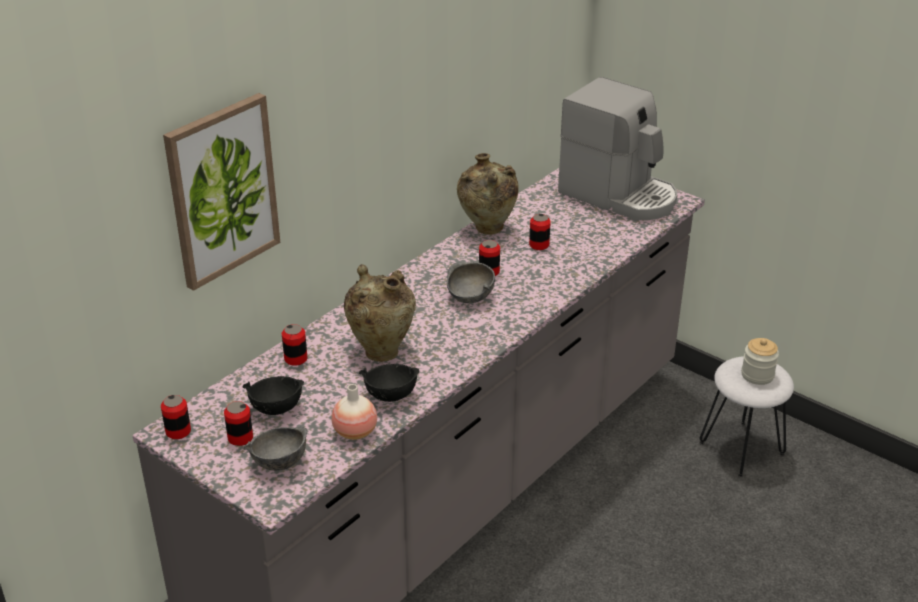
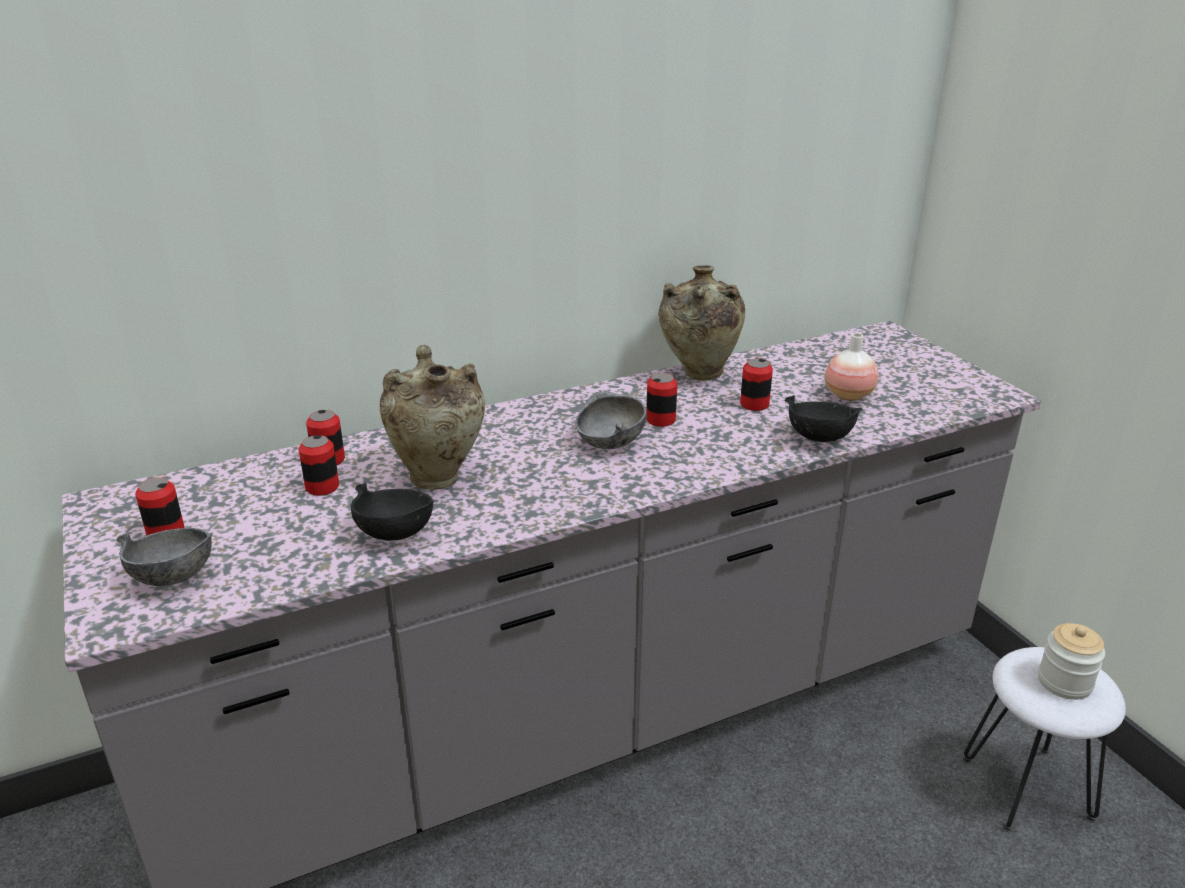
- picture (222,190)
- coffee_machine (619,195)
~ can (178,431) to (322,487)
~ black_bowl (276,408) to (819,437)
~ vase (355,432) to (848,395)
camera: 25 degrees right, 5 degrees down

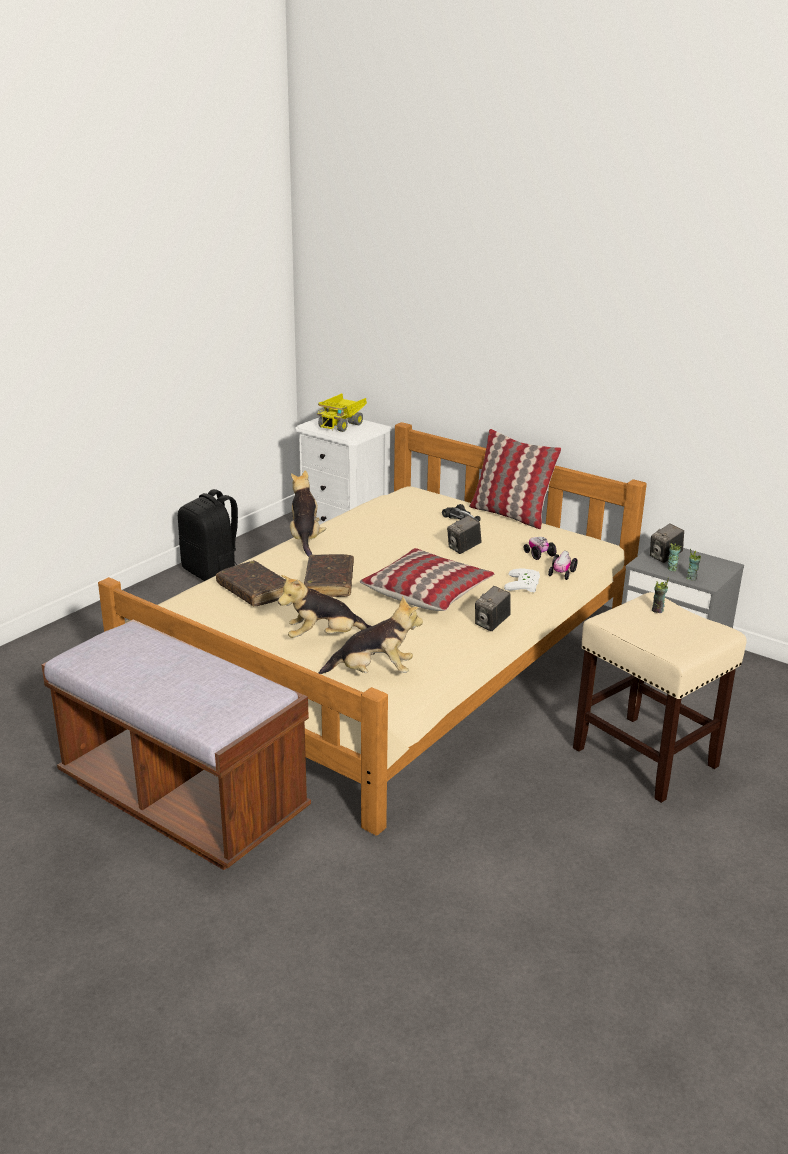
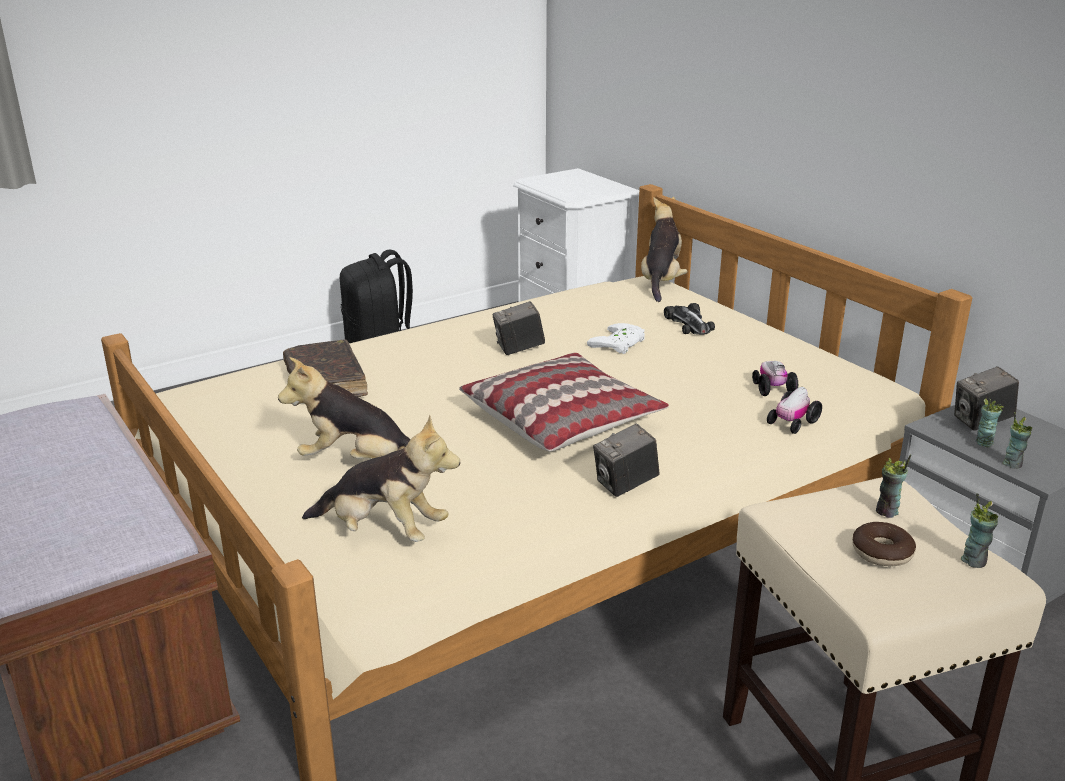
- brown_book (329,583)
- toy_truck (342,425)
- pillow (510,515)
+ donut (881,552)
+ cup (974,560)
~ plush_toy (305,539) to (661,282)
~ photo_camera (463,549) to (519,349)
~ white_game_controller (525,584) to (620,343)
camera: 20 degrees right, 0 degrees up

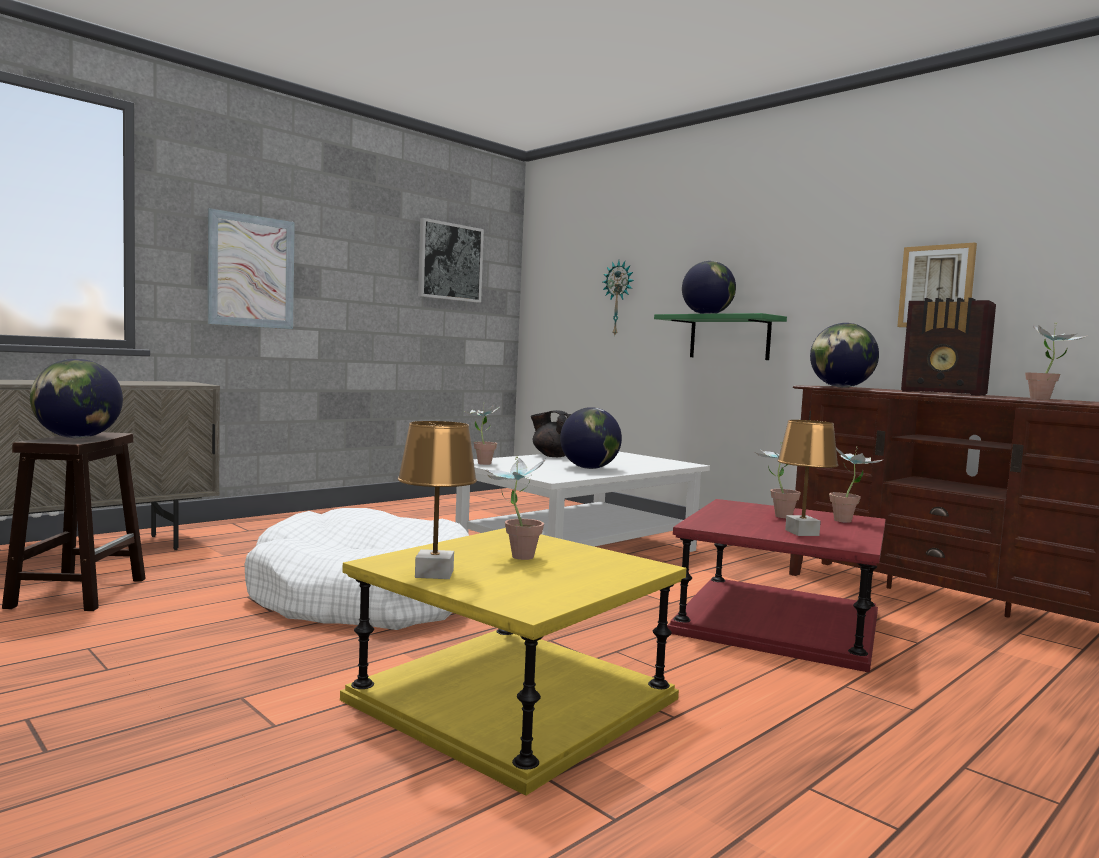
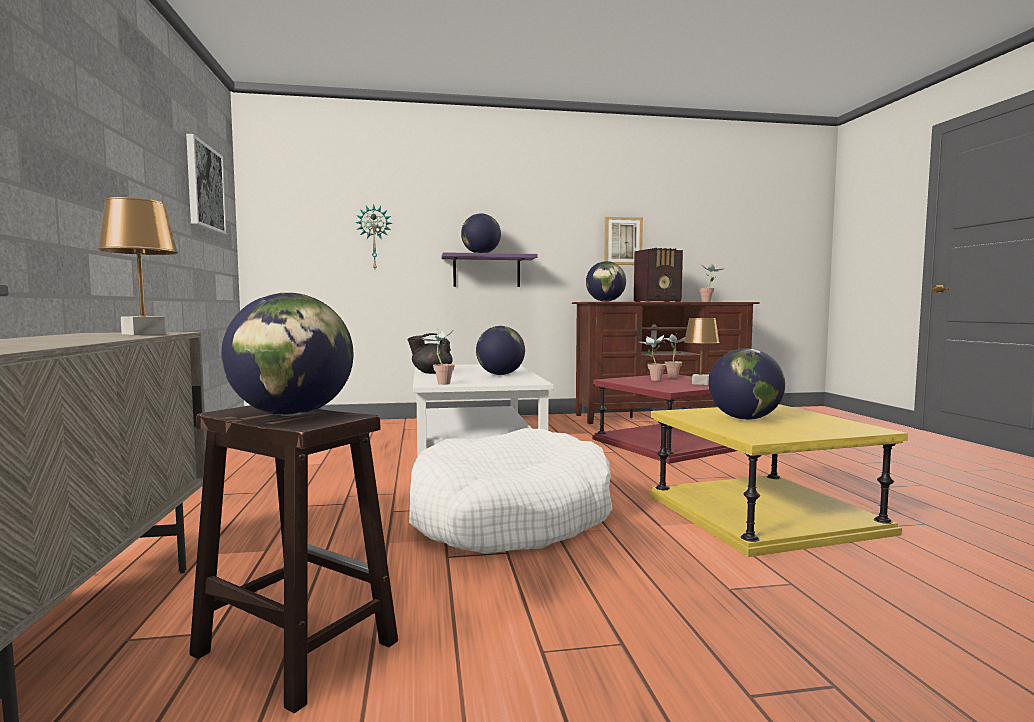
- picture (251,271)
~ brown_table_lamp (435,574) to (144,334)
~ potted_plant (514,556) to globe (745,418)
~ green_shelf (729,337) to purple_shelf (486,271)
camera: 55 degrees left, 0 degrees up

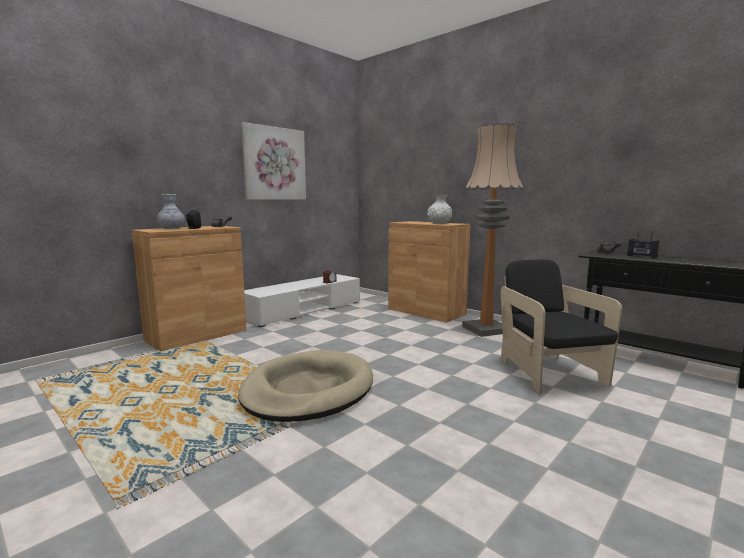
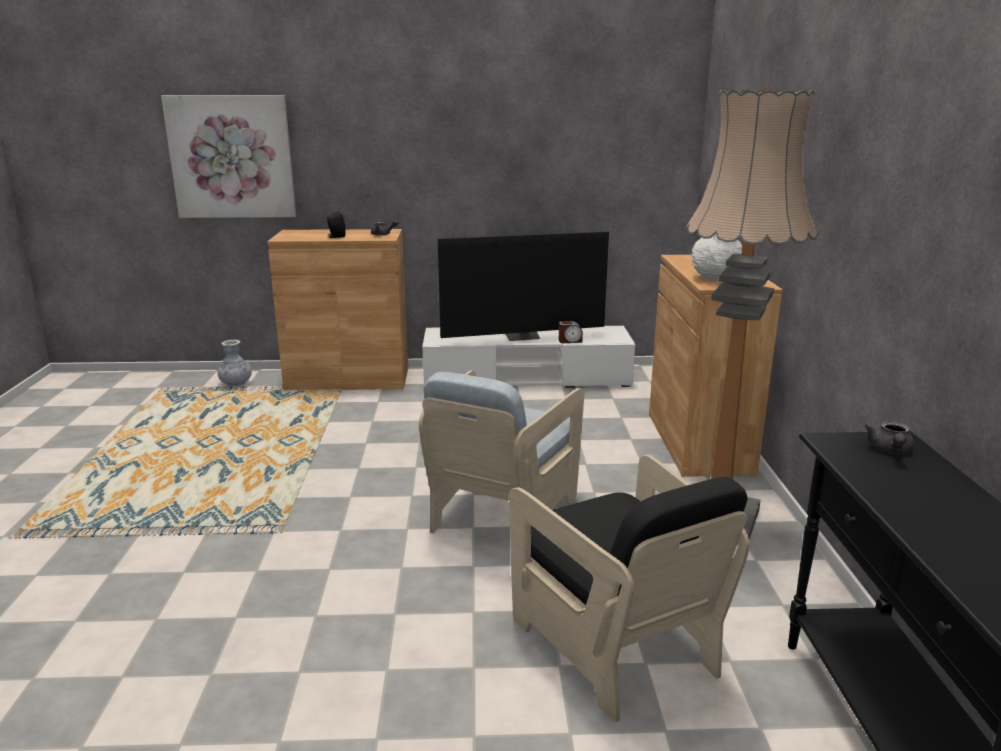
- beige_dog_bed (308,390)
- radio (641,256)
+ beige_armchair (502,511)
+ television (522,336)
~ vase (172,228) to (236,383)
~ picture (275,163) to (231,157)
~ black_armchair (549,373) = (615,643) 120 degrees clockwise
camera: 45 degrees right, 10 degrees up

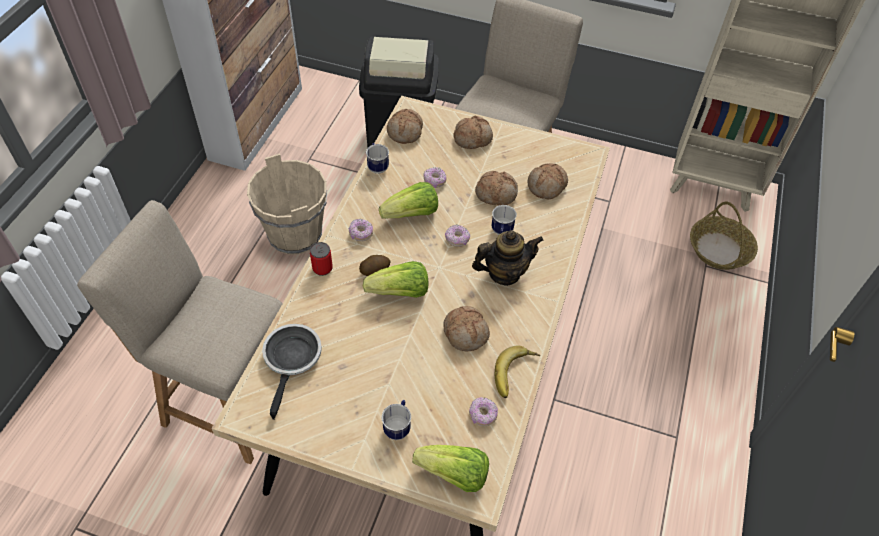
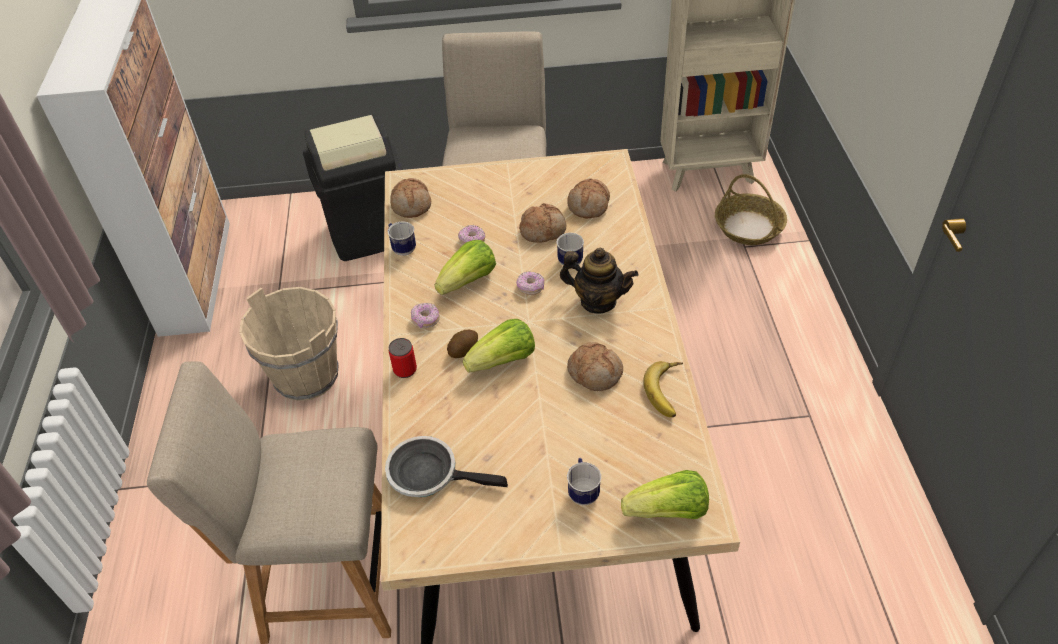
- bread (472,138)
- donut (482,415)
~ frying_pan (292,360) = (429,474) 60 degrees counterclockwise
~ teapot (504,273) = (598,301) 60 degrees clockwise
camera: 20 degrees left, 5 degrees down

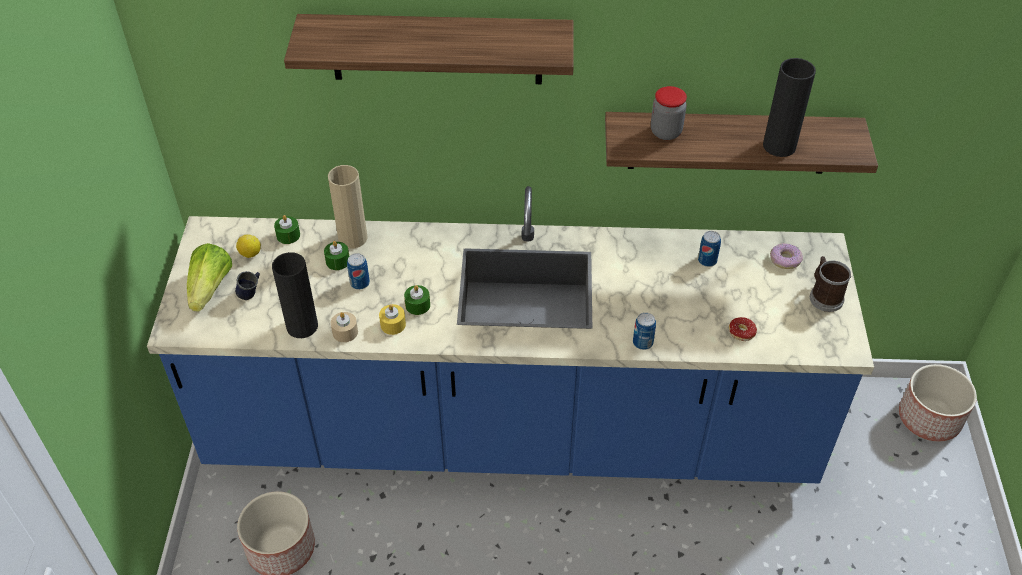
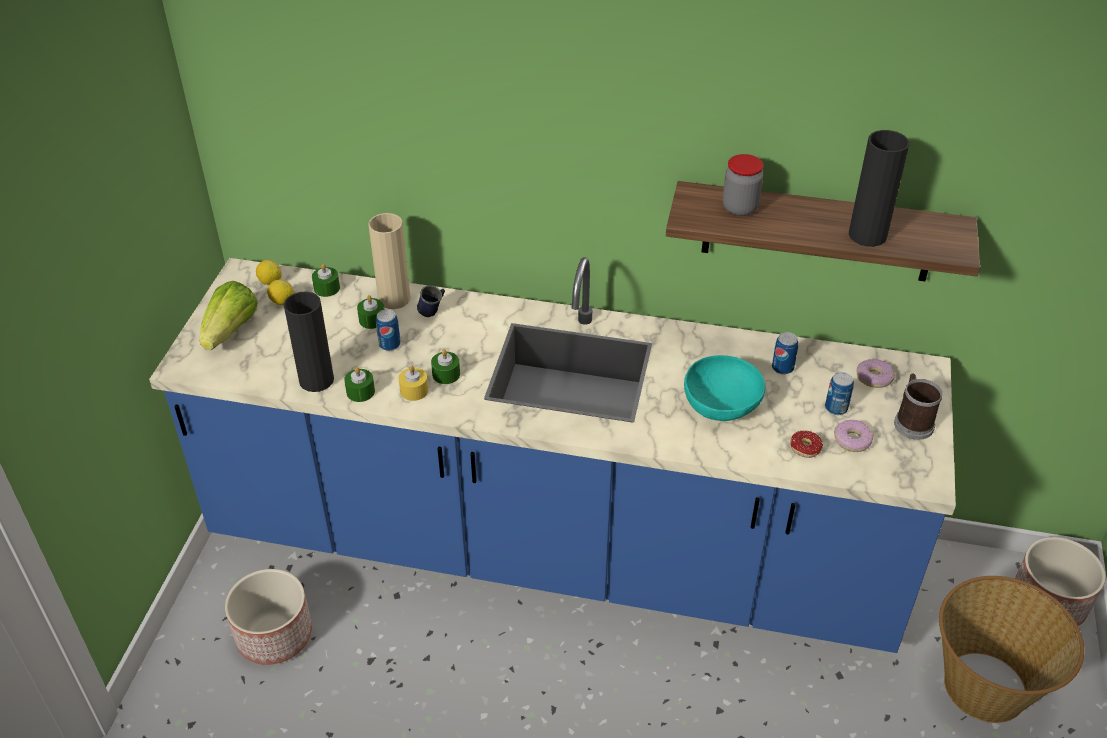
- shelf (436,49)
+ lemon (270,281)
+ turquoise_bowl (722,406)
+ donut (852,440)
+ basket (986,686)
~ blue_mug (251,293) to (433,311)
~ can (642,342) to (836,408)
~ beige_candle (345,332) to green_candle (360,392)
camera: 10 degrees right, 5 degrees down

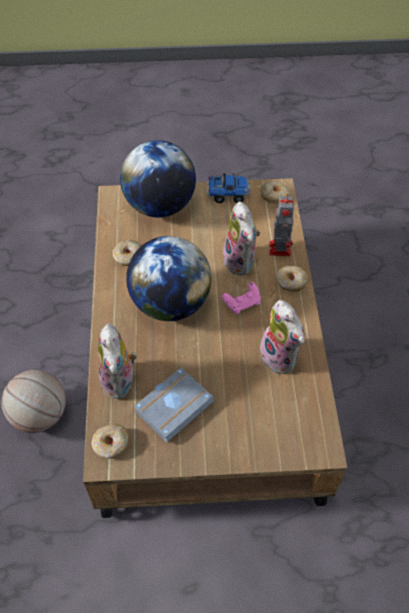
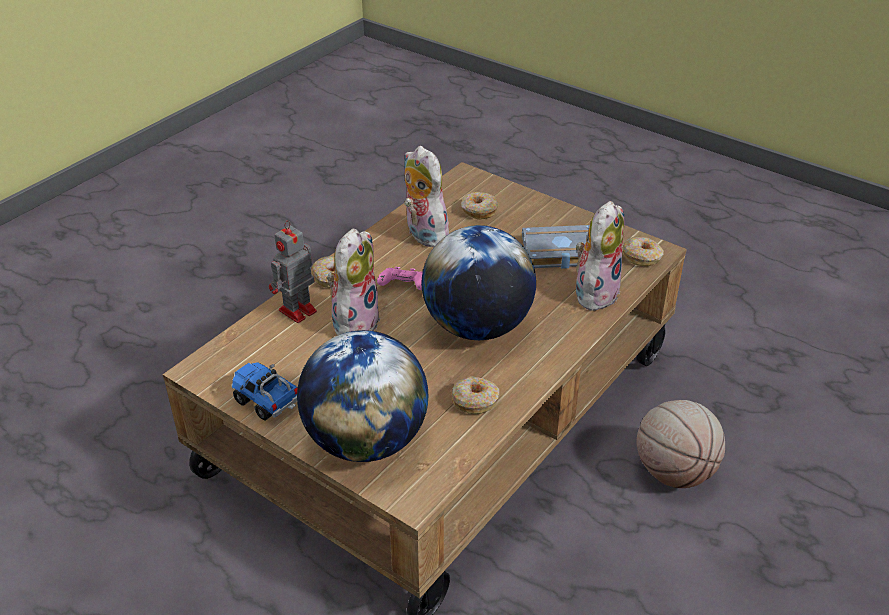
~ donut (274,196) to (478,211)
~ plush_toy (281,357) = (423,234) 45 degrees counterclockwise
camera: 140 degrees left, 15 degrees down

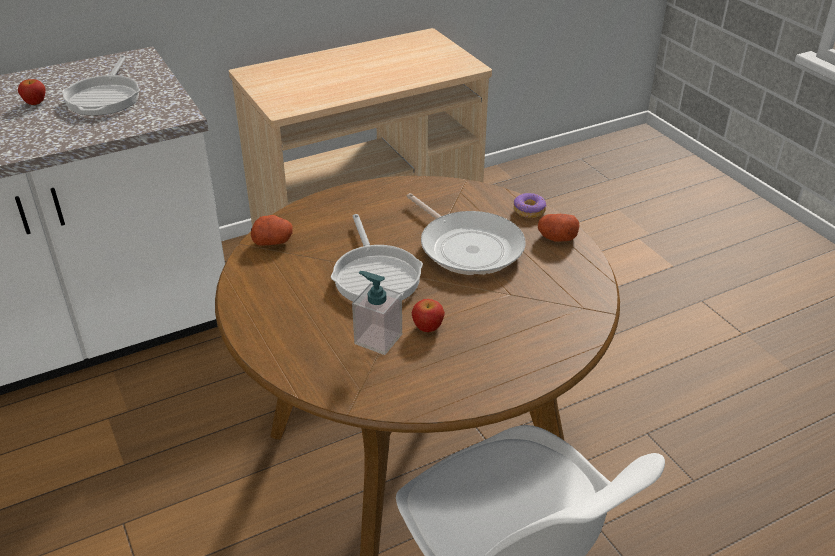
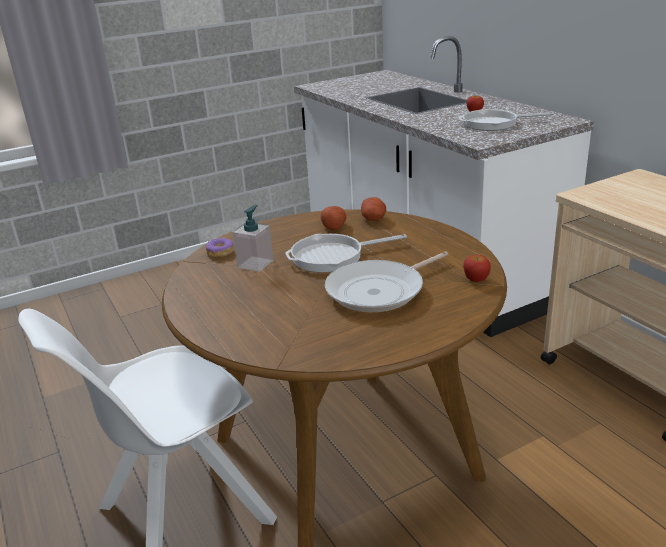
~ apple (427,327) to (476,279)
~ donut (529,211) to (220,252)
~ potato (556,238) to (334,226)
camera: 90 degrees right, 10 degrees down

